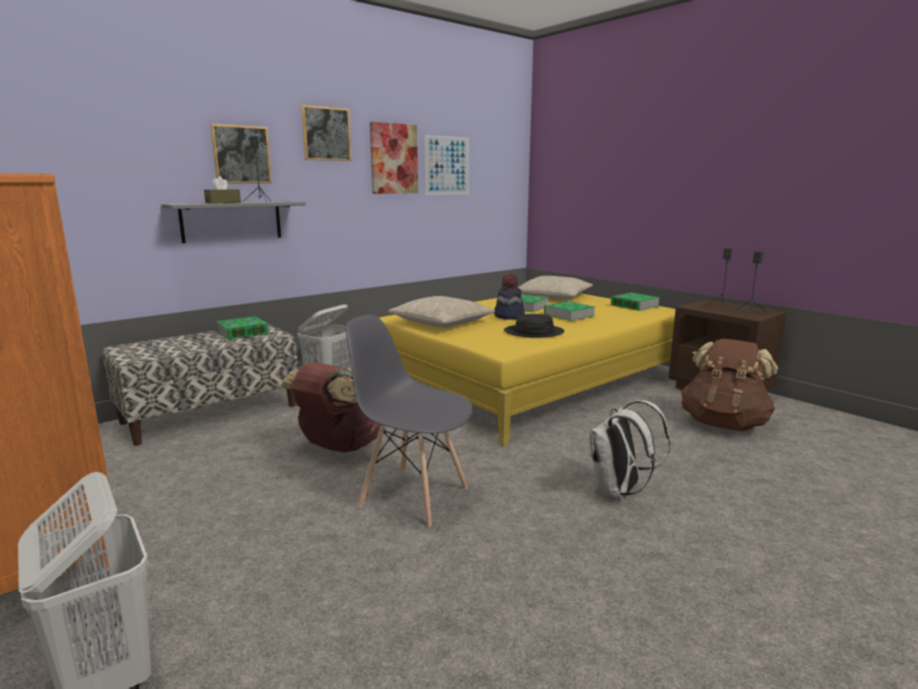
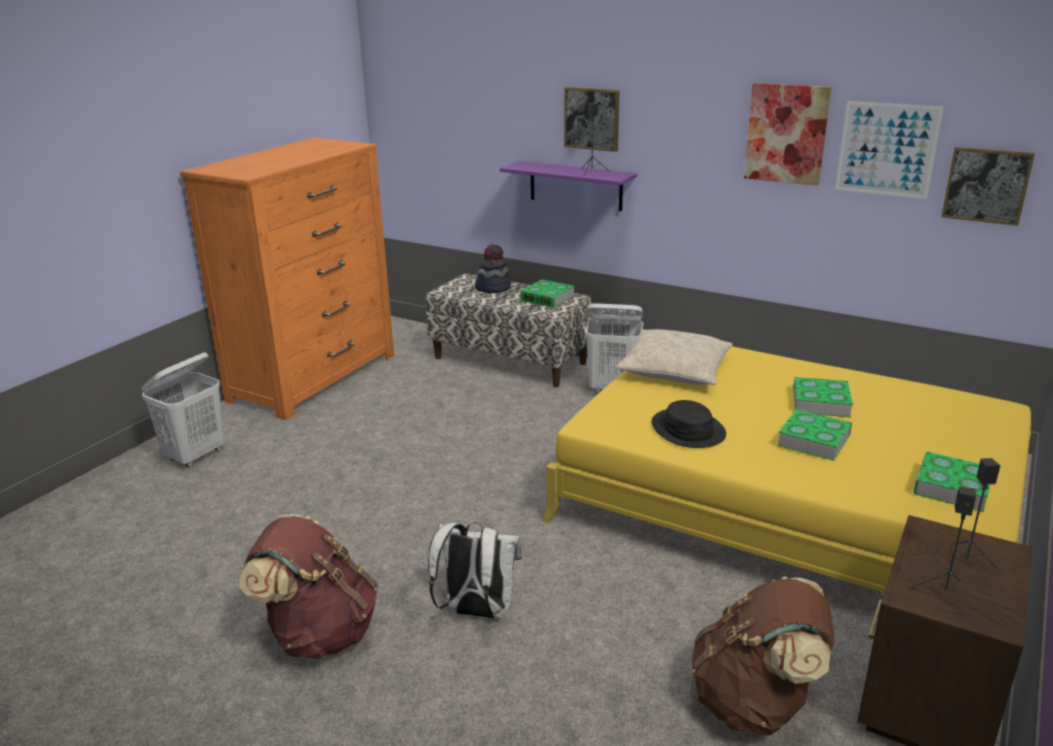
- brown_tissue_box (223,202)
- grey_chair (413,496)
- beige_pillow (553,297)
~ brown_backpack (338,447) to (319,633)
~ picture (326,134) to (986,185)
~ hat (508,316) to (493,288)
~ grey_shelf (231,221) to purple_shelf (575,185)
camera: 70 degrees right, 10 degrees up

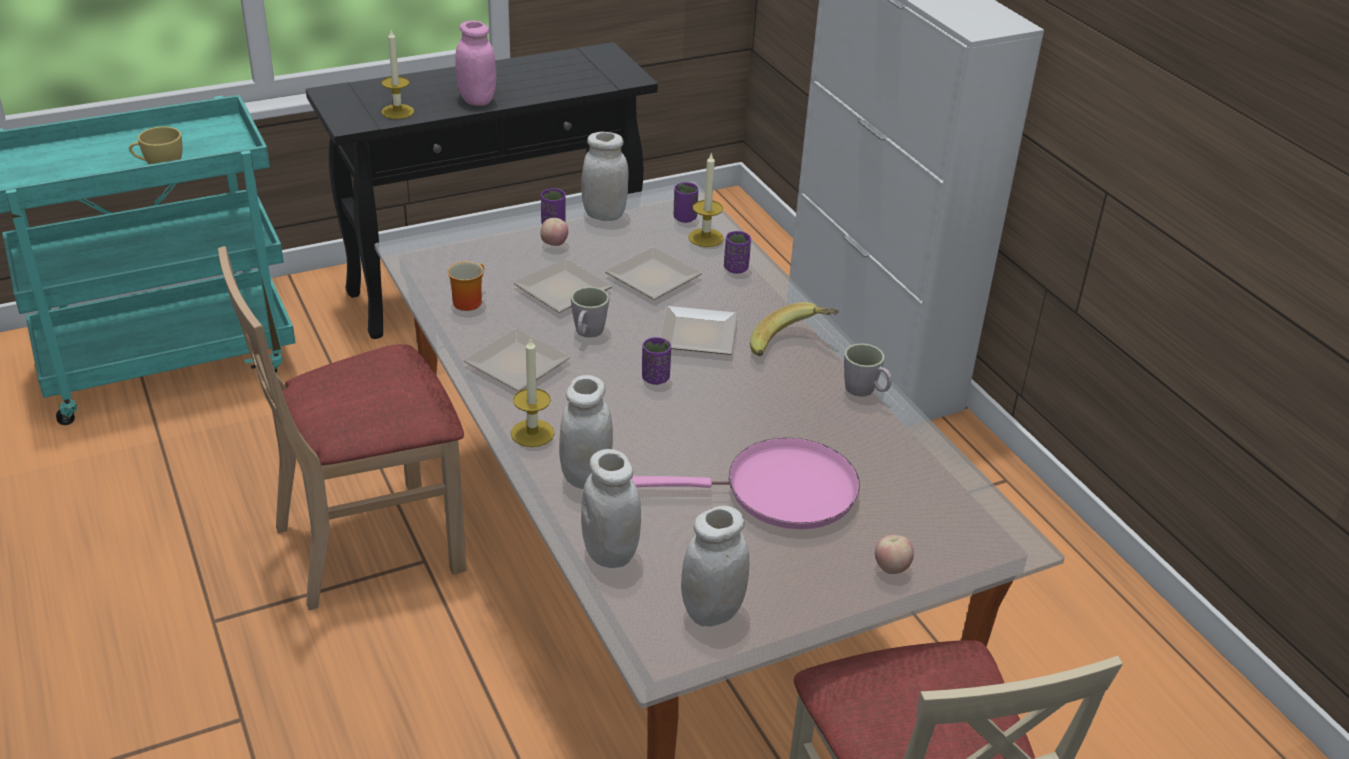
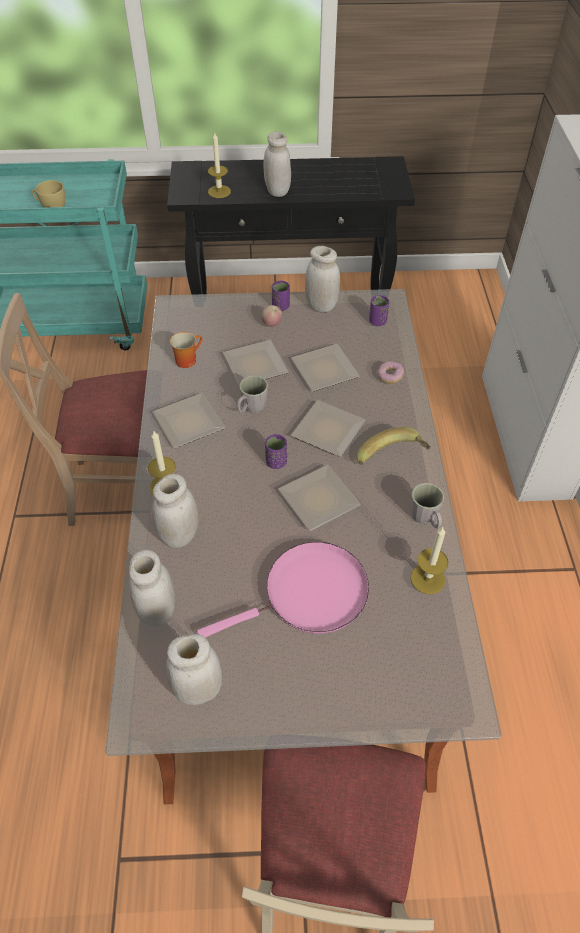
- apple (891,568)
+ plate (319,497)
~ candle (705,238) to (427,579)
~ purple_cup (736,268) to donut (390,376)
~ pink_jar (477,100) to white_jar (277,191)
~ pink_frying_pan (781,491) = (309,595) 45 degrees counterclockwise
camera: 25 degrees right, 15 degrees up

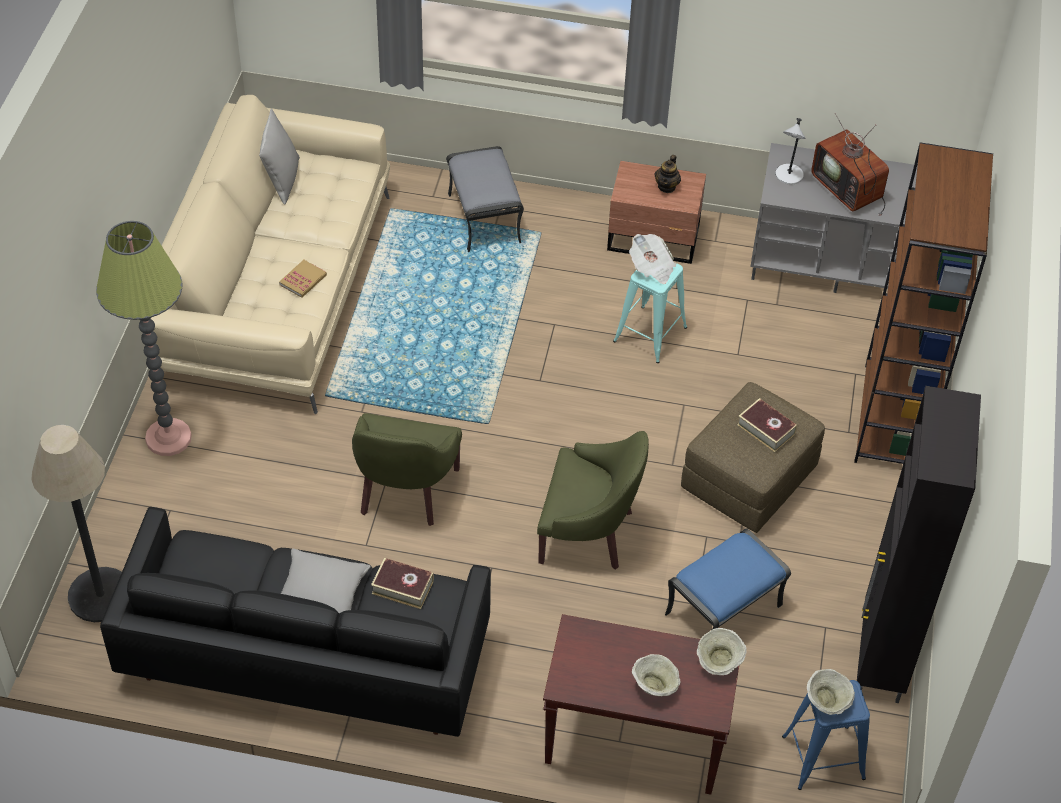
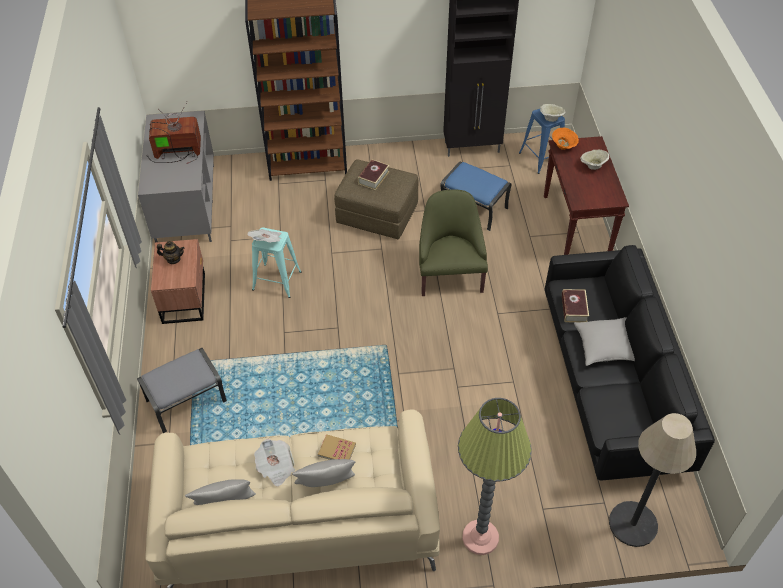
- green_armchair (404,491)
- grey_table_lamp (788,176)
+ newspaper (276,467)
+ grey_pillow (326,486)
~ beige_bowl (719,662) to orange_bowl (563,146)
~ television (849,190) = (177,152) 135 degrees counterclockwise
camera: 105 degrees left, 0 degrees up

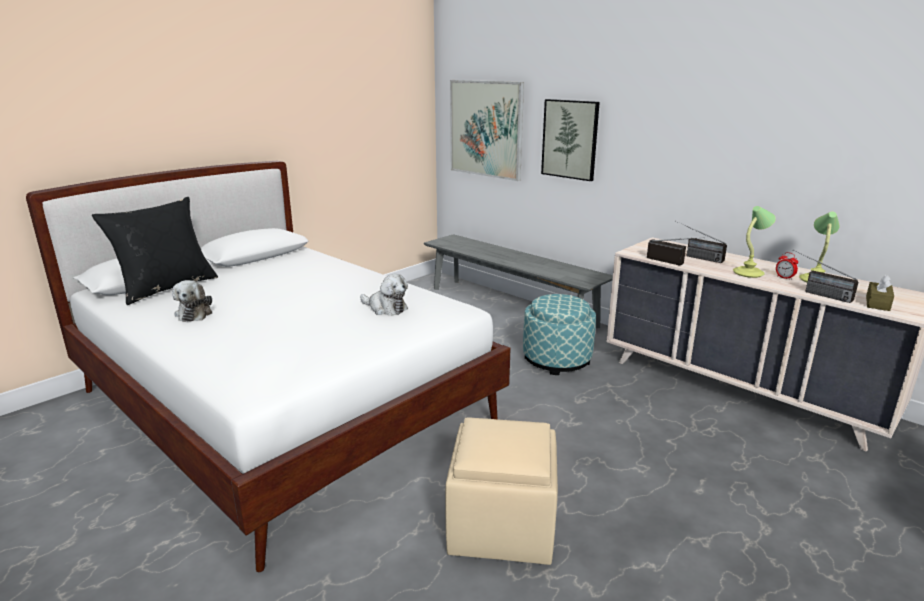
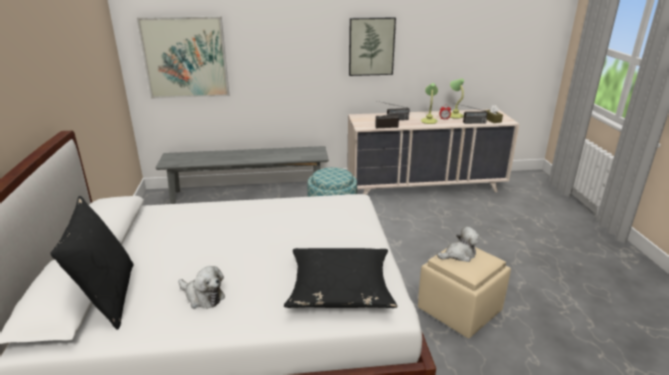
+ black_pillow (340,288)
~ plush_toy (386,308) to (459,254)
~ picture (570,139) to (371,46)
camera: 50 degrees left, 5 degrees up

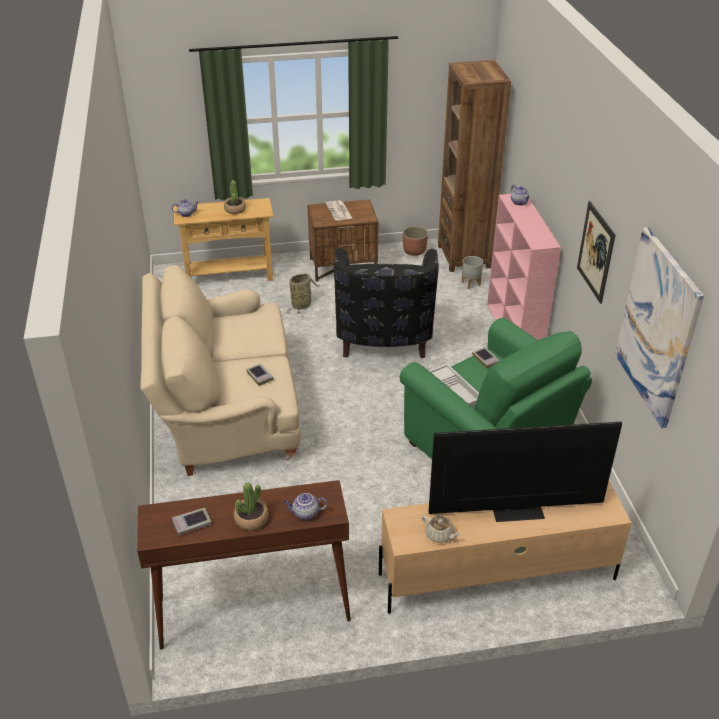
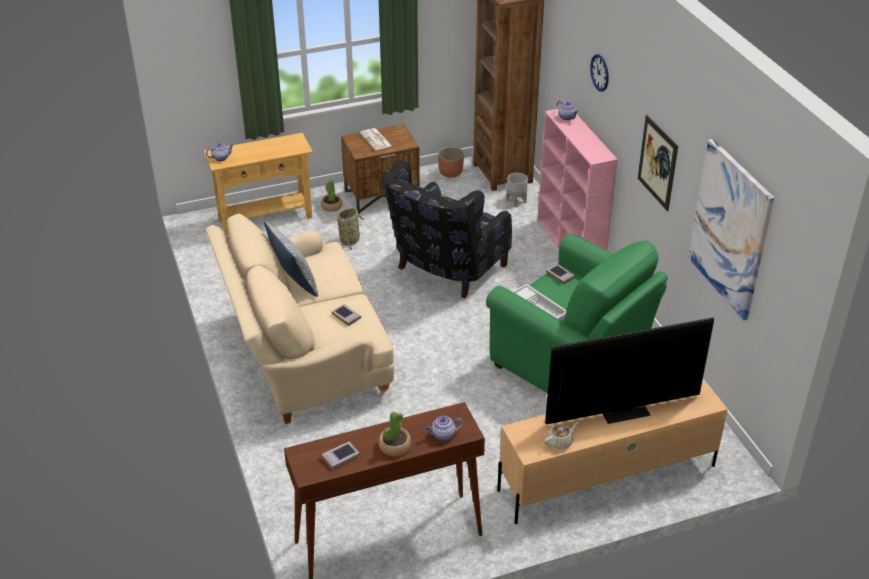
+ pillow (293,281)
+ wall_clock (600,72)
~ potted_plant (235,209) to (331,206)
~ black_armchair (383,343) = (444,271) 45 degrees clockwise
~ beige_teapot (439,535) = (560,442) 60 degrees counterclockwise
camera: 10 degrees left, 0 degrees up

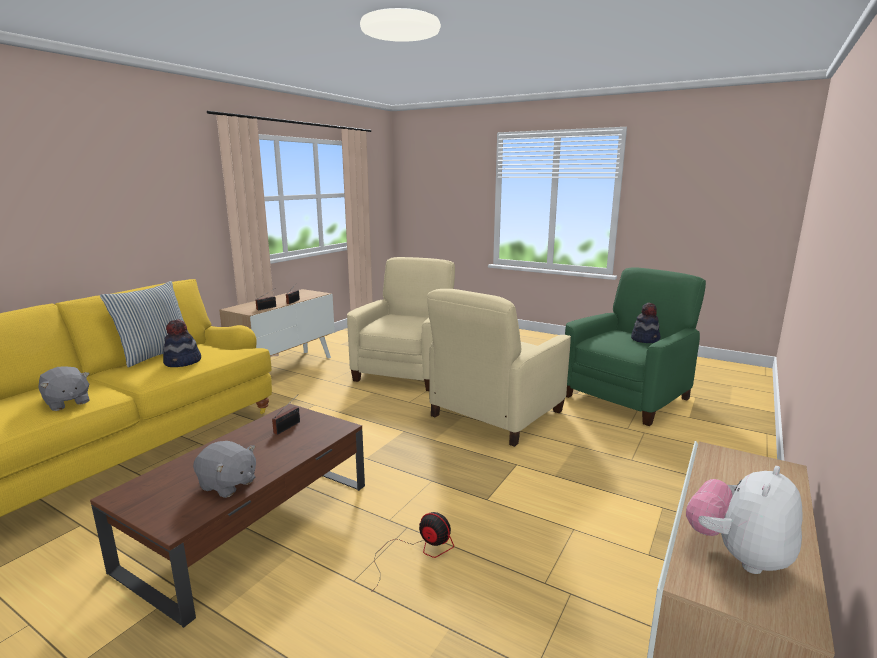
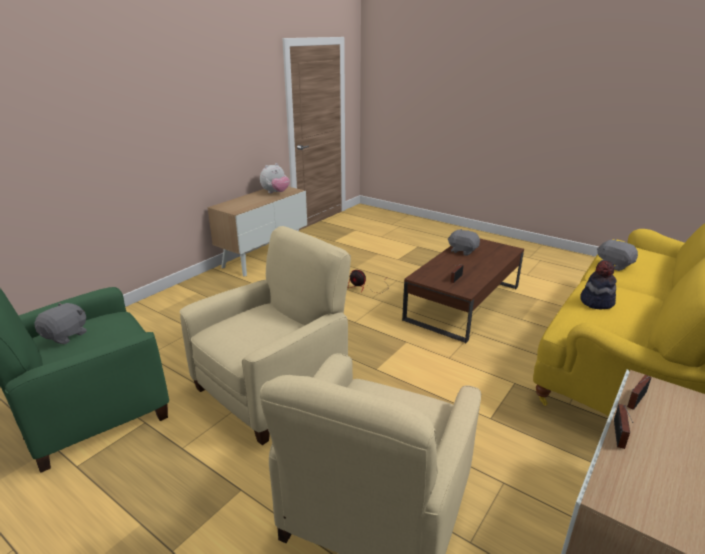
- pillow (156,354)
~ hat (645,339) to grey_plush_toy (66,335)
camera: 175 degrees left, 10 degrees up

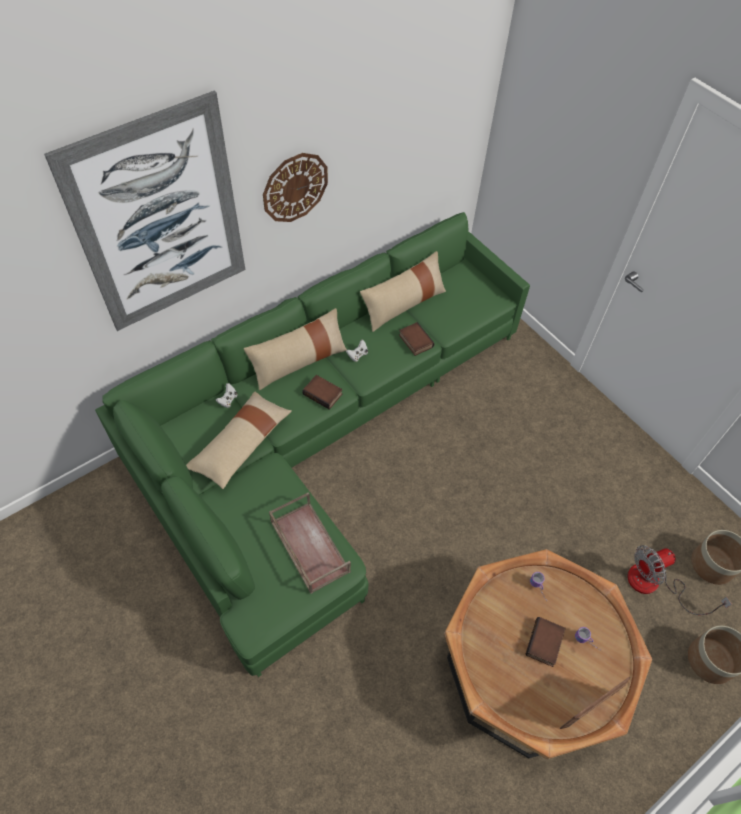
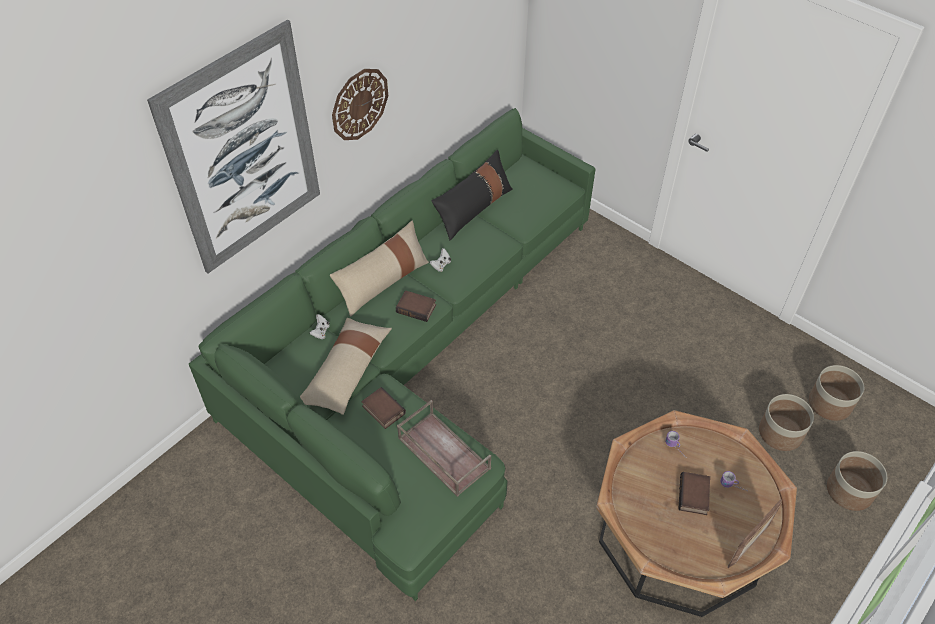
~ book (414,341) to (382,410)
~ fan (654,585) to planter (780,433)
~ beige_pillow (403,304) to black_pillow (473,209)
camera: 10 degrees left, 5 degrees down

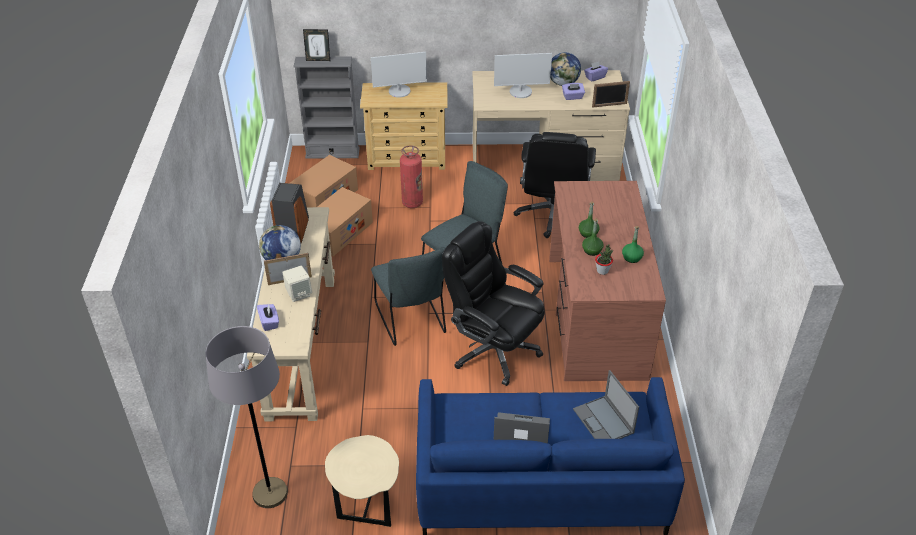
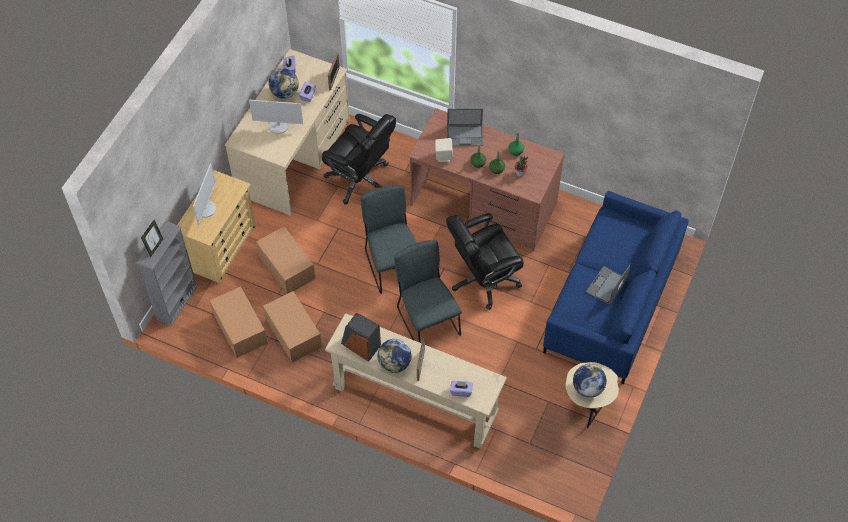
- grey_floor_lamp (270,493)
+ globe (587,388)
~ beige_speaker (299,293) to (443,156)
~ laptop (604,421) to (465,135)
~ fire_extinguisher (412,203) to cardboard_box (286,267)
~ grey_chair (411,321) = (427,319) 120 degrees counterclockwise
~ monitor (520,92) = (279,125) 75 degrees clockwise
camera: 65 degrees left, 15 degrees up

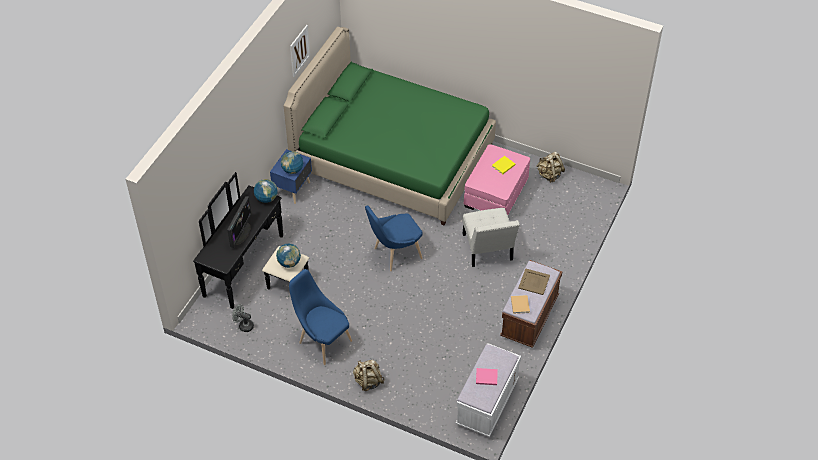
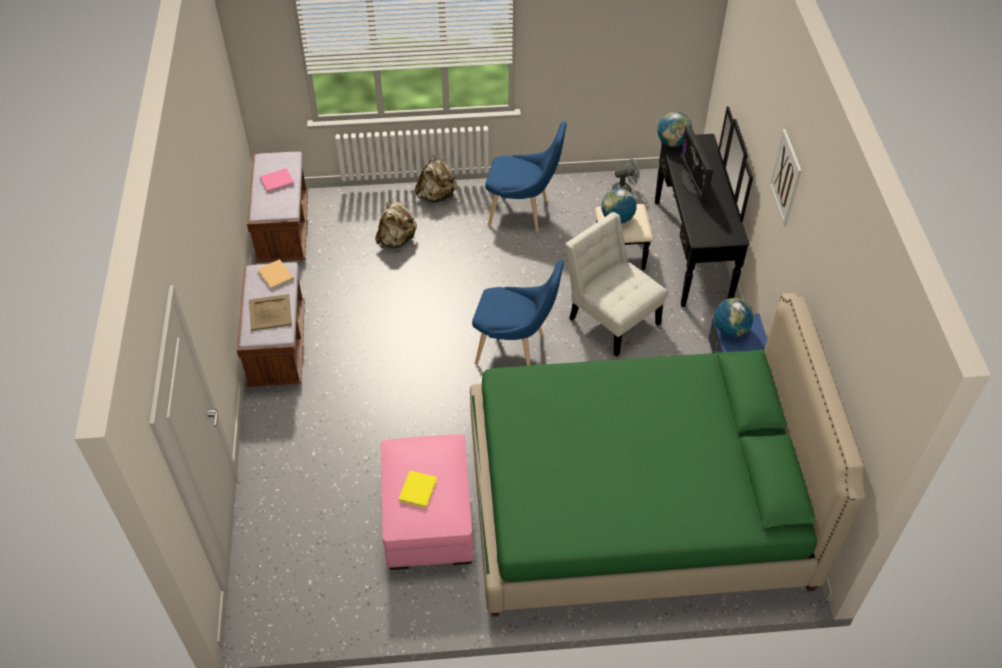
~ globe (266,198) to (672,142)
~ picture (299,50) to (785,177)
~ white_chair (488,250) to (611,318)
~ beige_backpack (549,175) to (396,240)
~ white_bench (487,403) to brown_bench (283,229)
~ blue_chair (394,254) = (515,349) 75 degrees clockwise
camera: 150 degrees right, 0 degrees up

